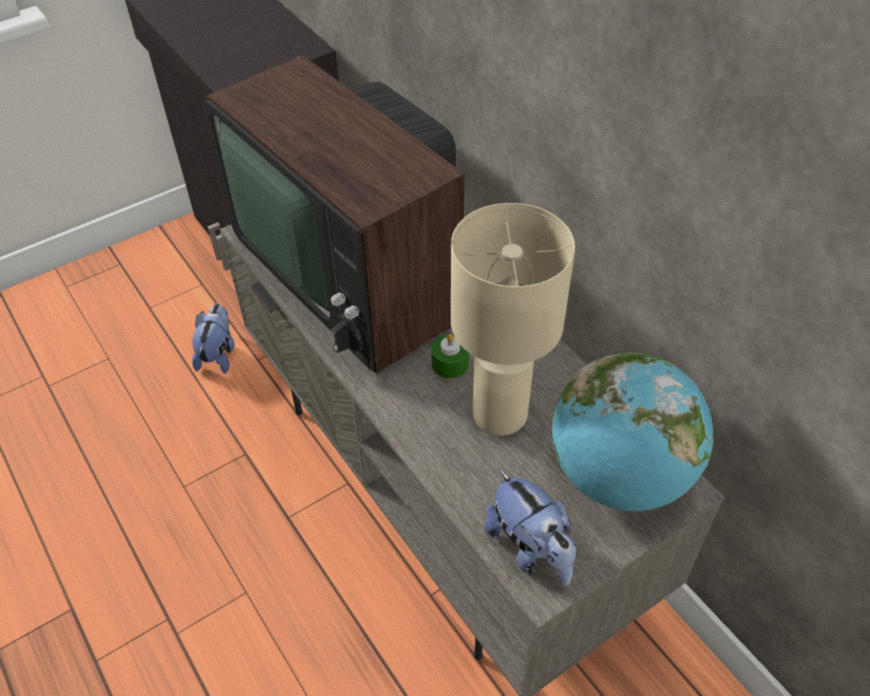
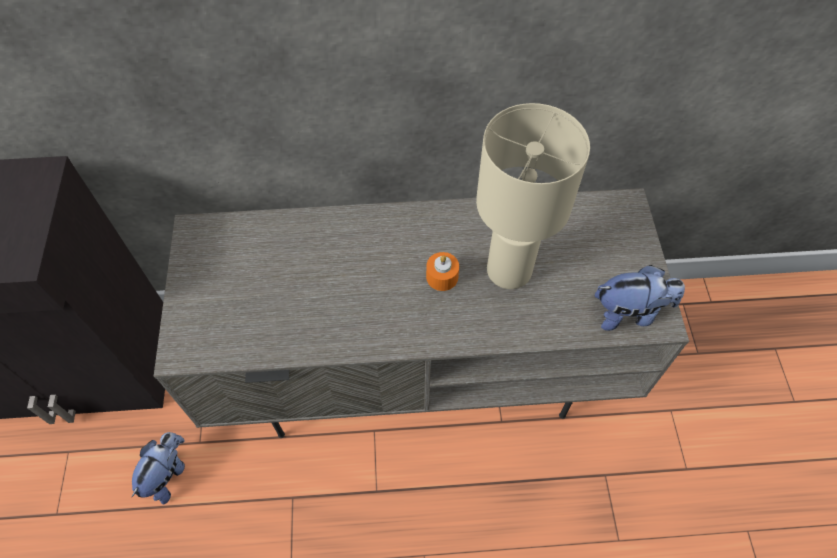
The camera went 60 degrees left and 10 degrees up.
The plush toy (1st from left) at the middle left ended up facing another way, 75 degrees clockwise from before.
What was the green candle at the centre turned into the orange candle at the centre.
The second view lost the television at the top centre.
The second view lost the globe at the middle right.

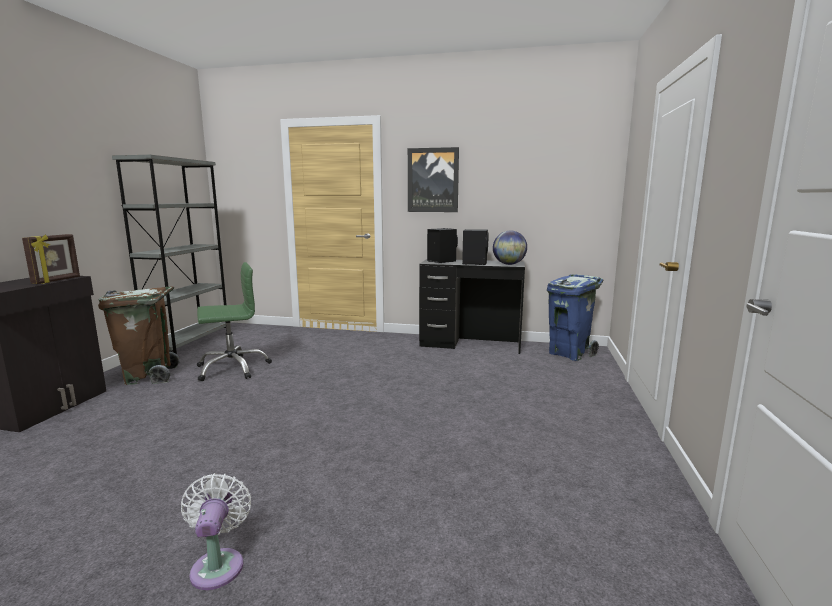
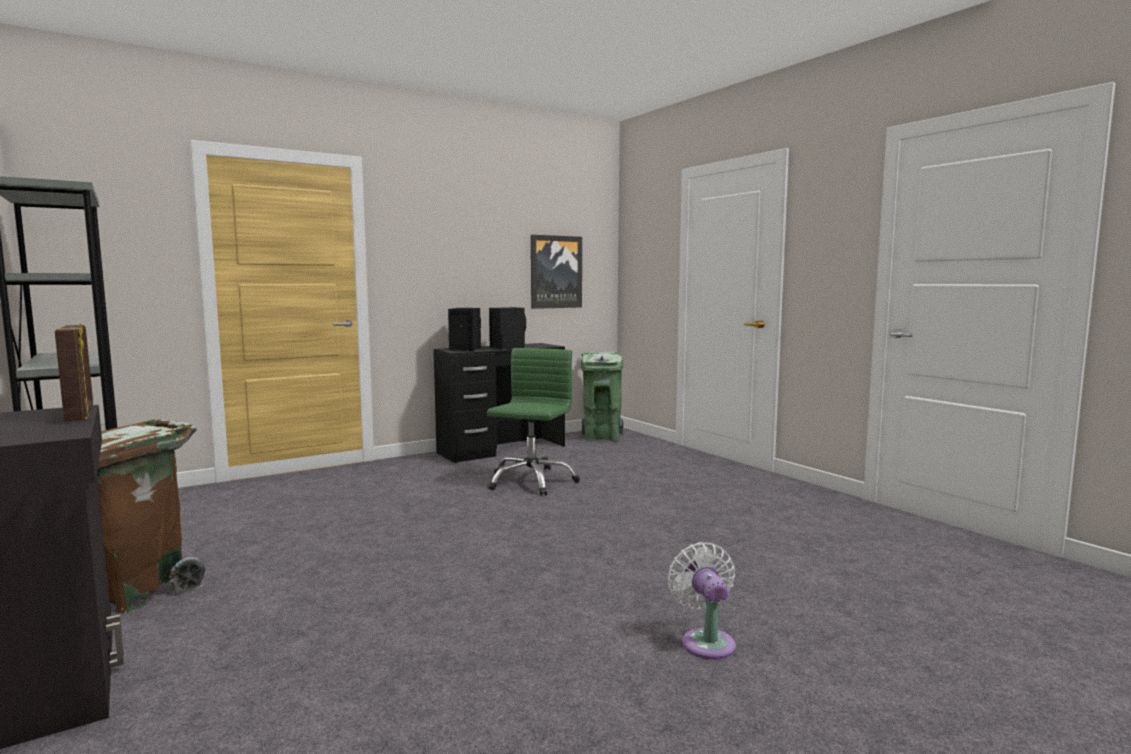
The camera went 45 degrees left and 5 degrees down.
The green office chair ended up elsewhere, having gone from the middle left to the centre.
The picture ended up elsewhere, having gone from the top centre to the centre.
What was the blue trash can at the middle right turned into the green trash can at the centre.
The white fan at the bottom left ended up facing another way, 45 degrees clockwise from before.
The second view lost the globe at the centre.

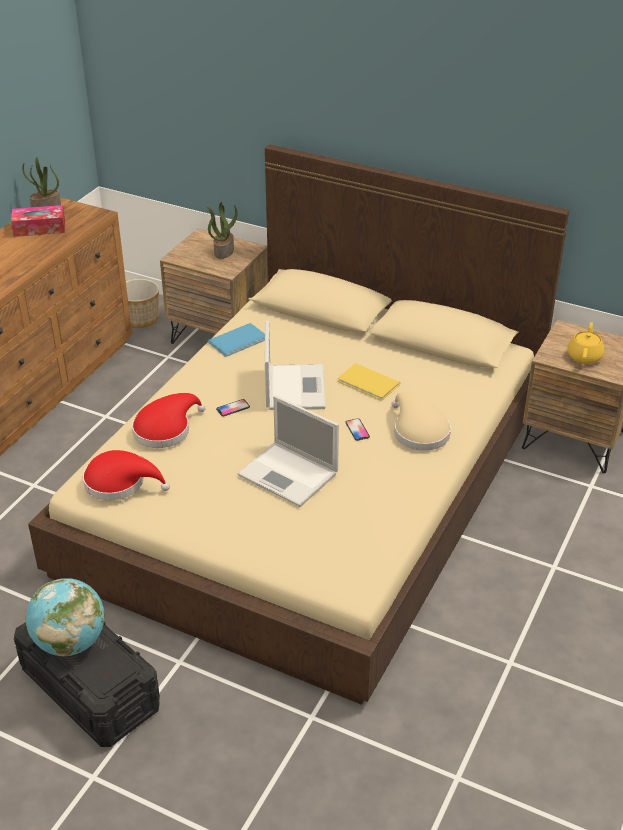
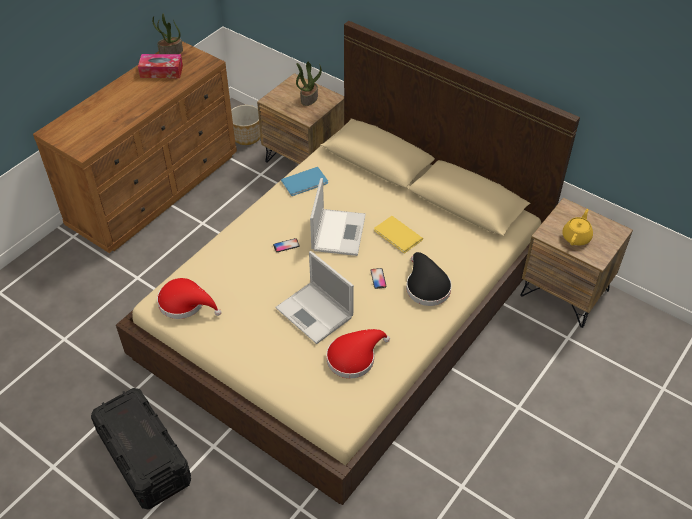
The camera went 10 degrees right and 10 degrees up.
The red hat (2nd from left) ended up elsewhere, having gone from the middle left to the bottom centre.
What was the beige hat at the middle right turned into the black hat at the centre.
The second view lost the globe at the bottom left.

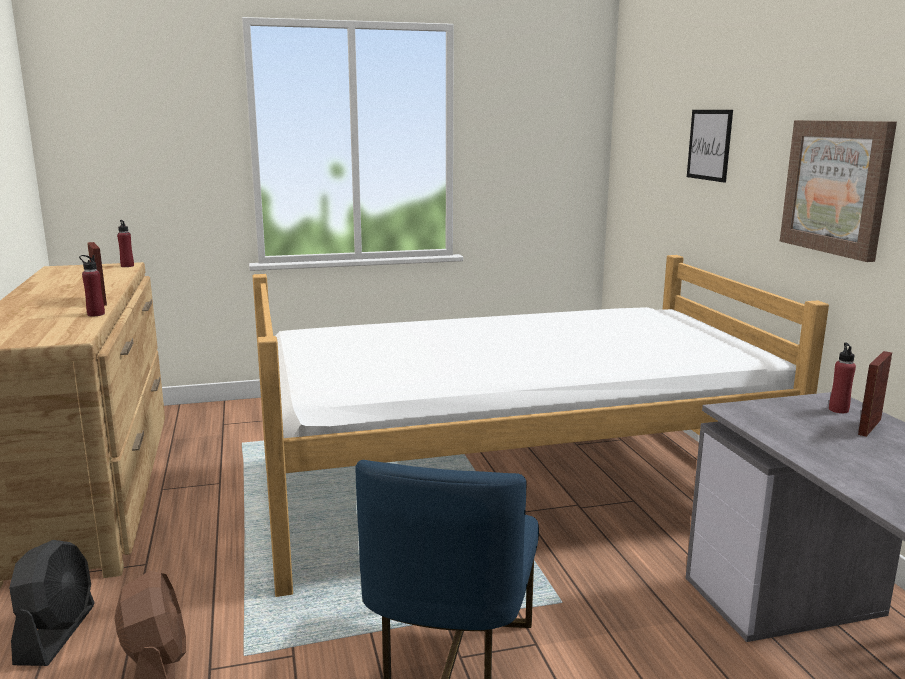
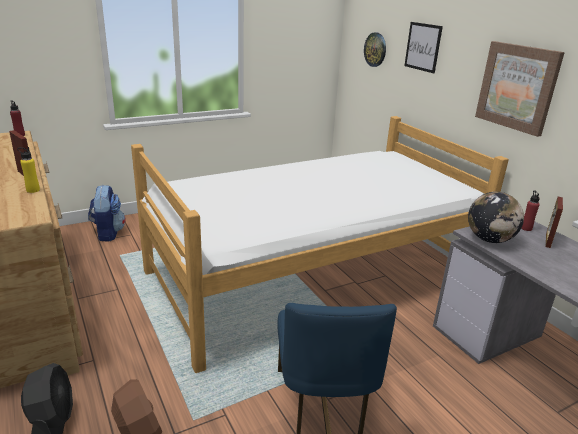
The camera went 15 degrees left and 10 degrees up.
What was the red bottle (1st from left) at the middle left turned into the yellow bottle at the middle left.
The second view gained the backpack at the middle left.
The second view gained the wall clock at the top centre.
The second view gained the globe at the middle right.

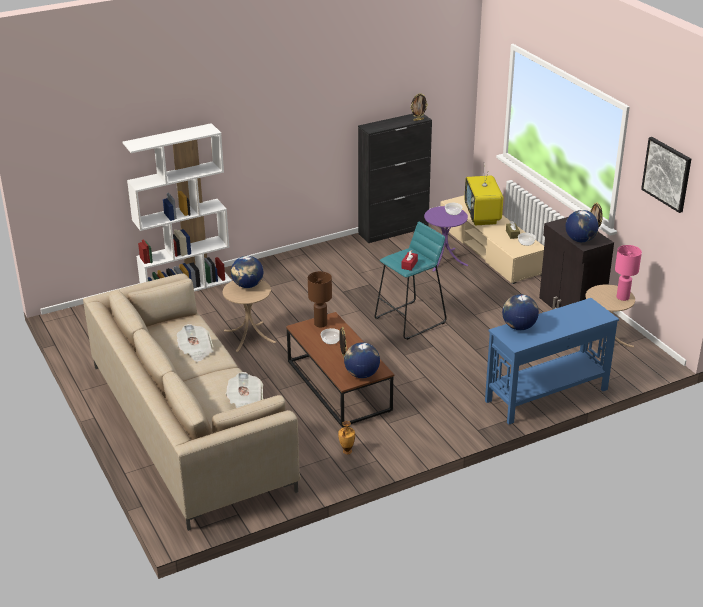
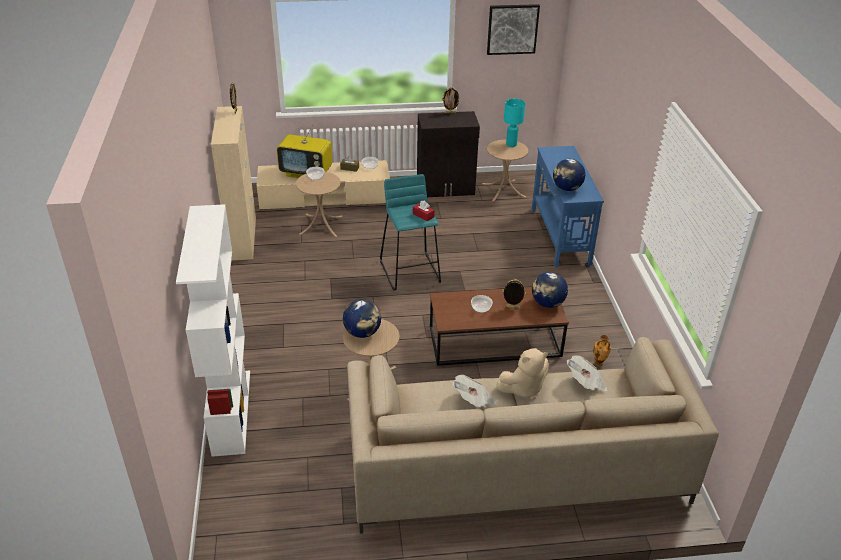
The camera went 70 degrees left and 5 degrees up.
What was the black cabinet (1st from left) at the top centre turned into the beige cabinet at the top left.
What was the purple side table at the centre turned into the beige side table (1st from left) at the centre.
The second view gained the beige plush toy at the bottom centre.
What was the pink table lamp at the middle right turned into the turquoise table lamp at the top centre.
The second view lost the brown table lamp at the centre.
The second view lost the globe (4th from left) at the middle right.

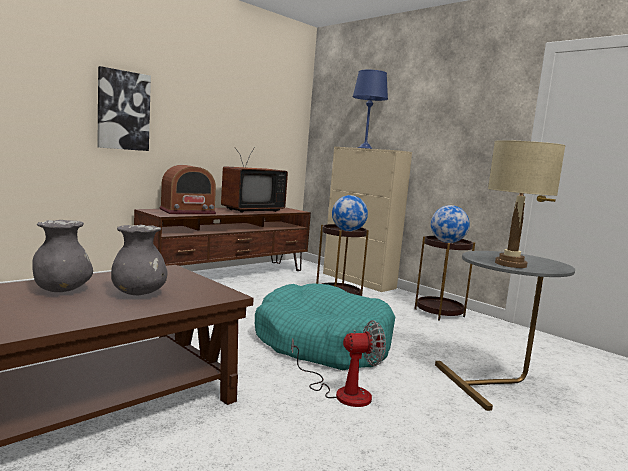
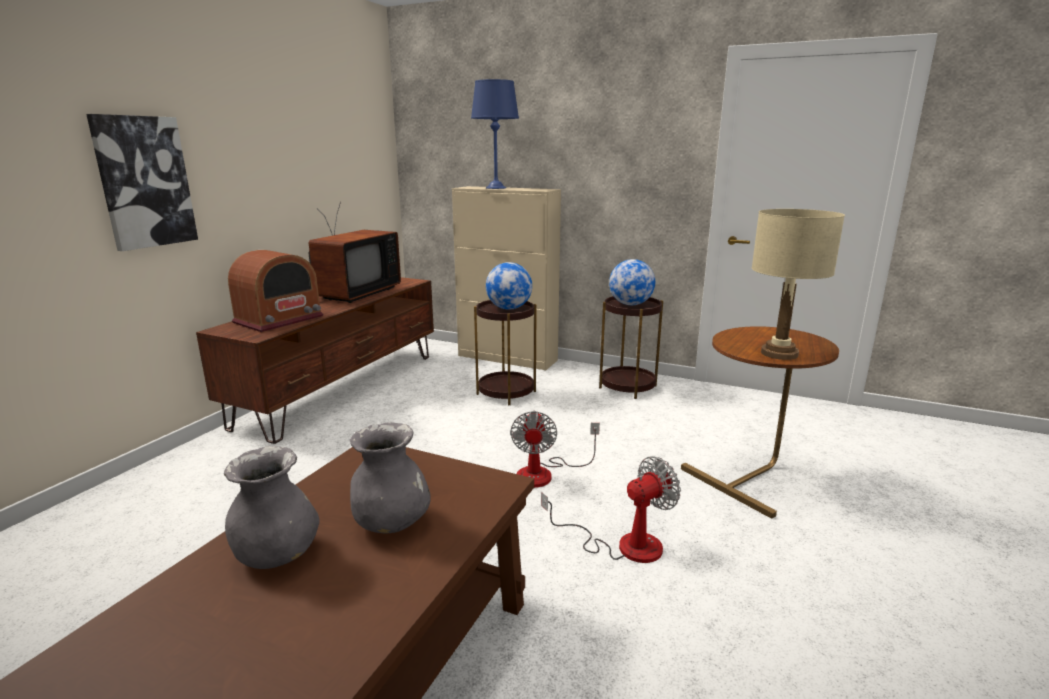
The camera went 20 degrees left and 10 degrees up.
Where the turquoise dog bed stood at the bottom centre, the fan (1st from left) came to stand at the centre.
What was the grey side table at the bottom right turned into the brown side table (3rd from left) at the middle right.

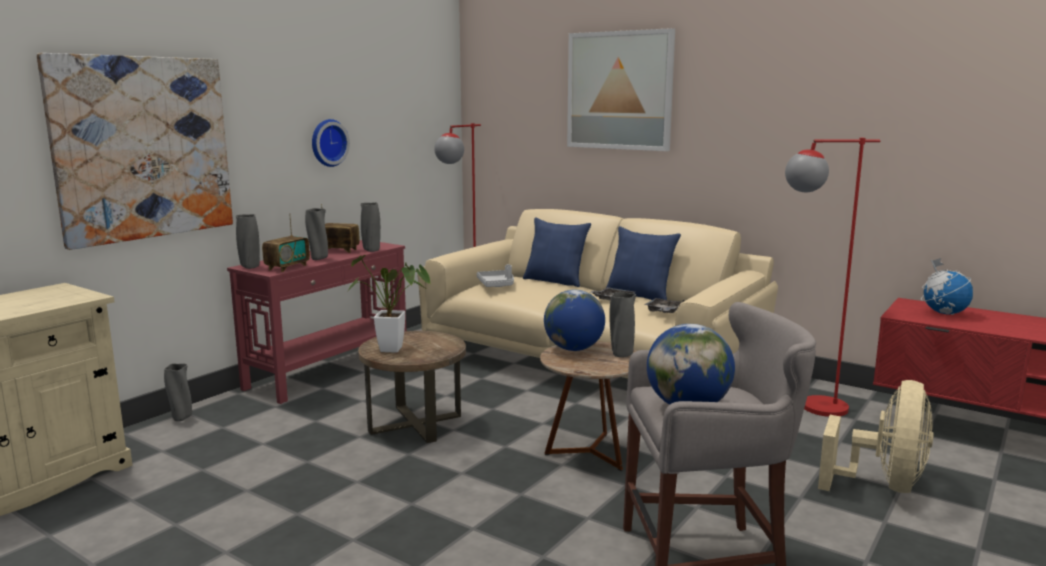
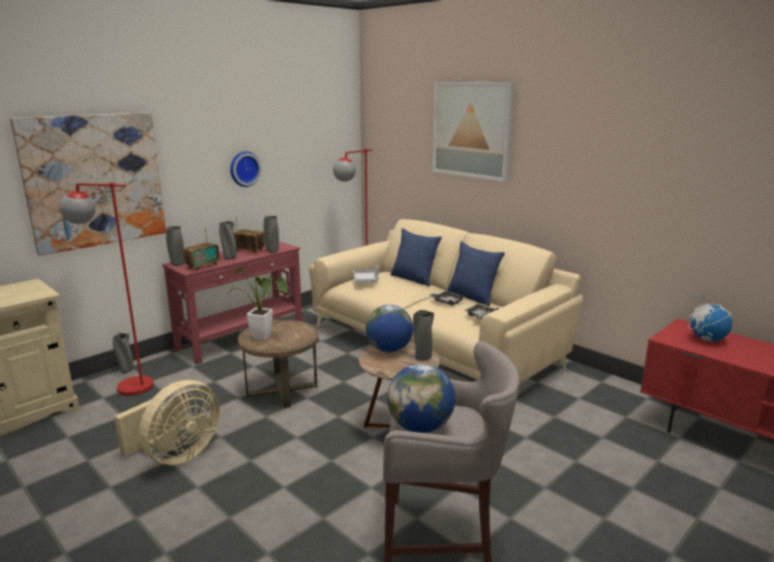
The camera went 10 degrees right and 5 degrees up.
The red floor lamp (2nd from left in the first image) ended up elsewhere, having gone from the middle right to the middle left.
The beige fan ended up elsewhere, having gone from the bottom right to the bottom left.

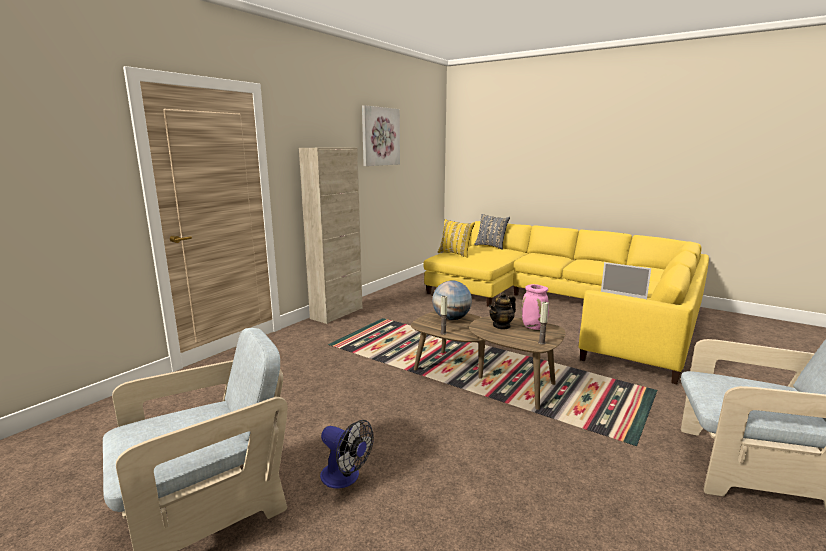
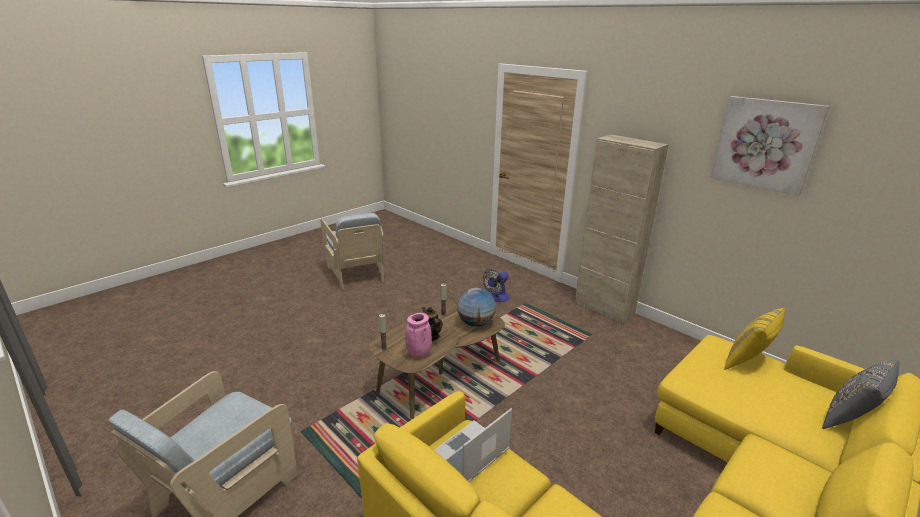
The camera went 100 degrees right and 10 degrees up.
The fan ended up elsewhere, having gone from the bottom centre to the centre.

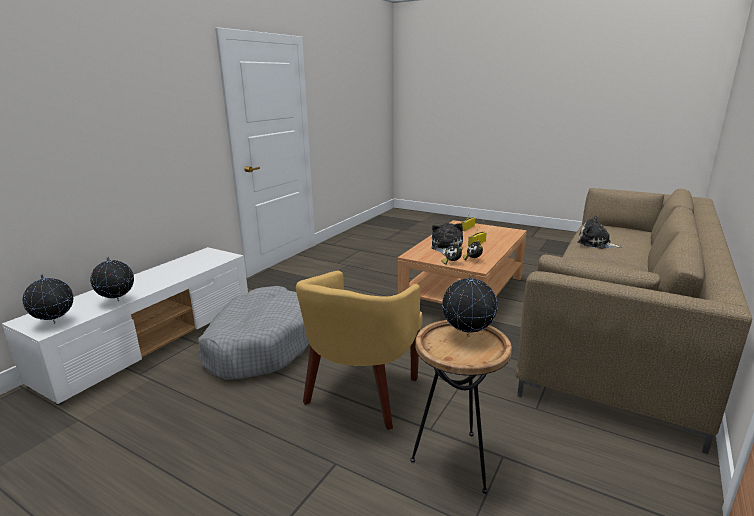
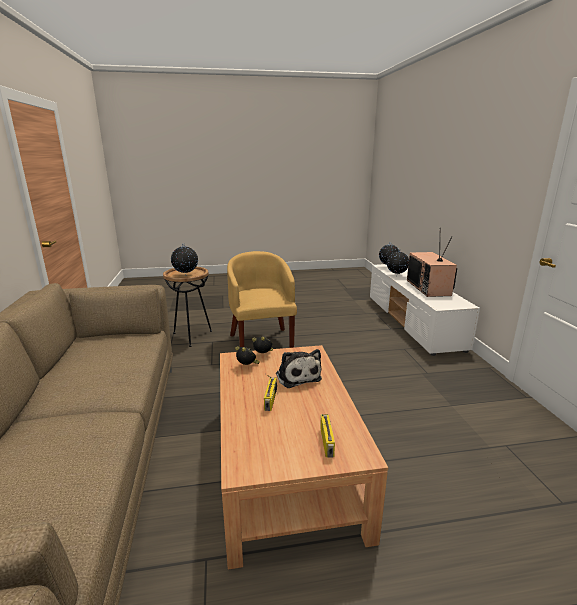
The camera went 140 degrees right and 0 degrees up.
The second view gained the television at the middle right.
The second view lost the grey dog bed at the centre.
The second view lost the plush toy (2nd from left) at the middle right.

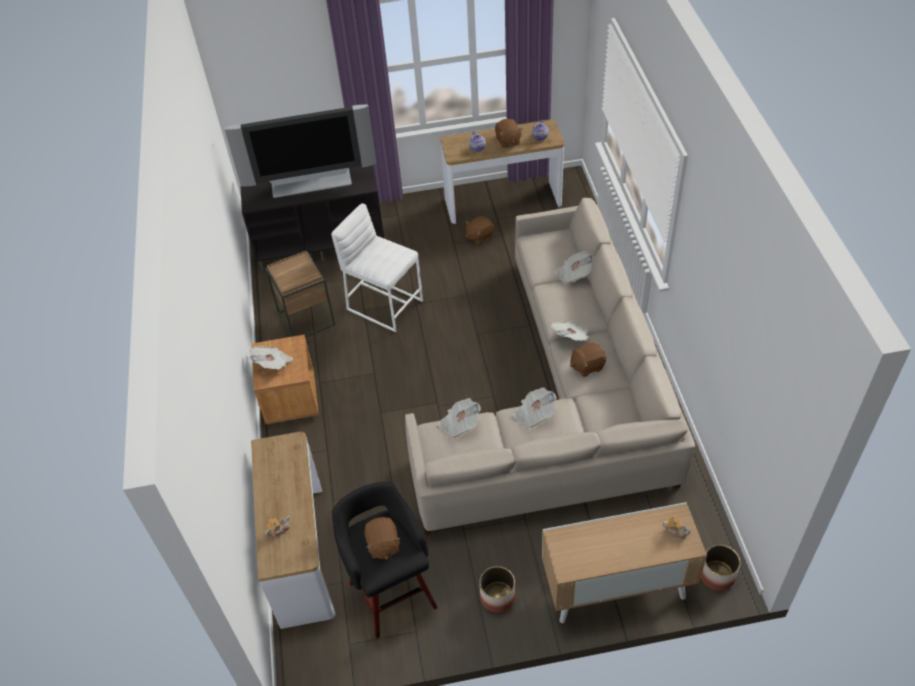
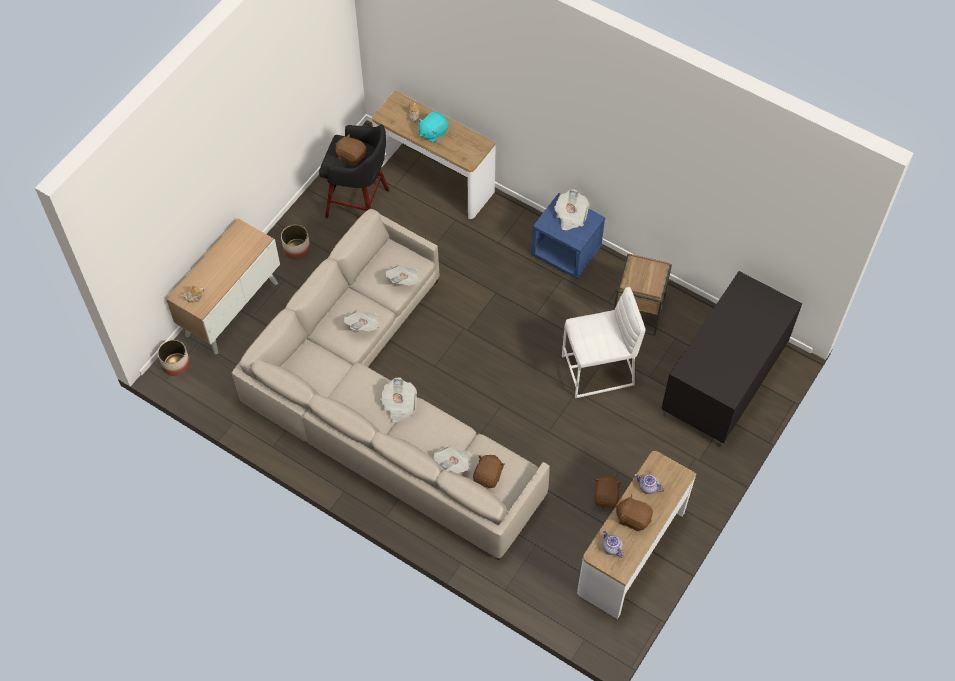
The camera went 130 degrees right and 10 degrees up.
The second view gained the turquoise plush toy at the top centre.
The brown plush toy (4th from left in the first image) ended up elsewhere, having gone from the centre to the bottom centre.
What was the brown nightstand at the middle left turned into the blue nightstand at the centre.
The second view lost the television at the top left.

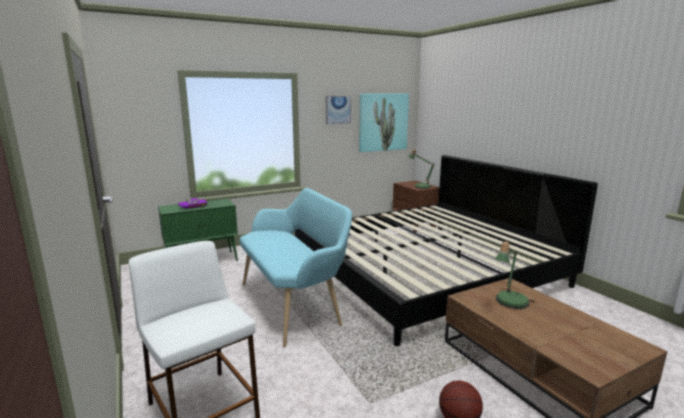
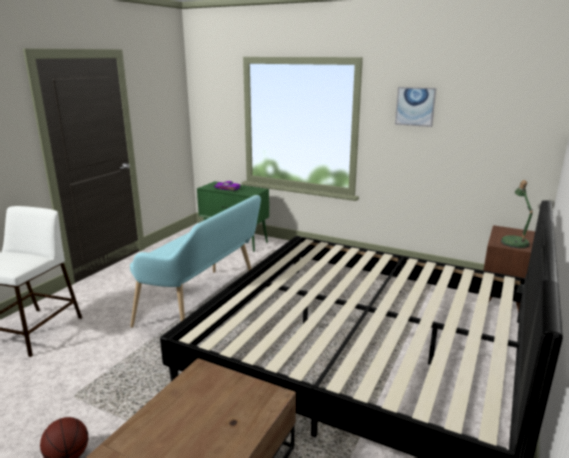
The camera went 55 degrees right and 5 degrees up.
The second view lost the picture (2nd from left) at the top centre.
The second view lost the table lamp (2nd from left) at the middle right.

